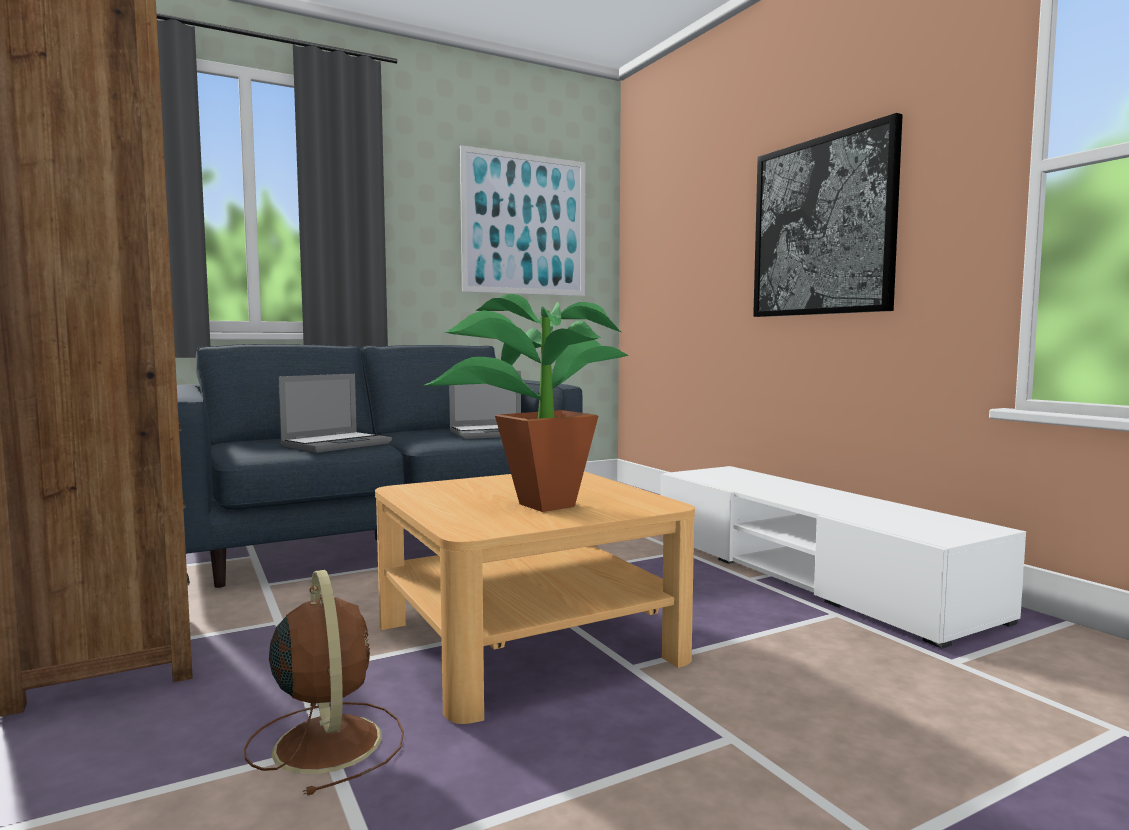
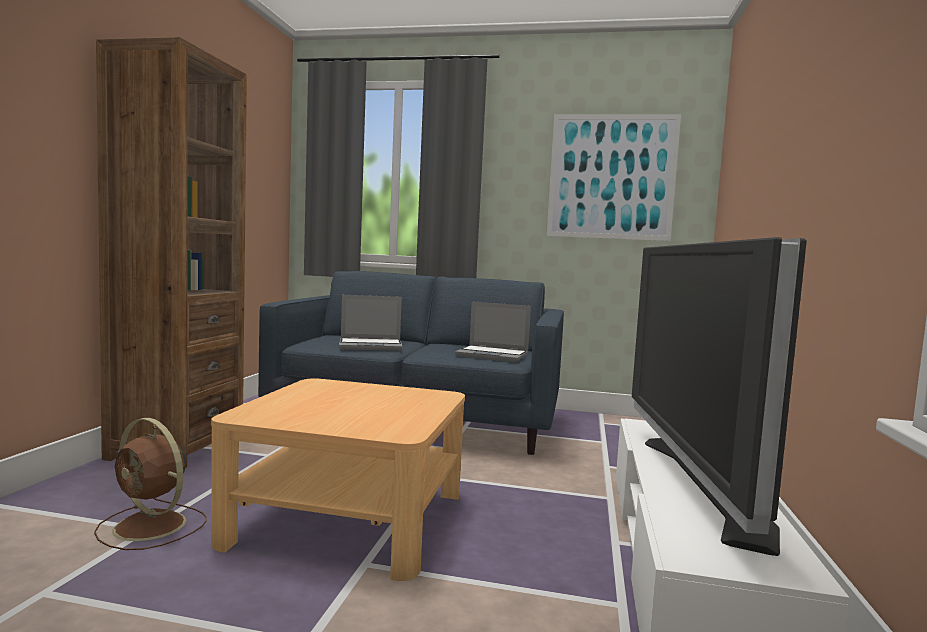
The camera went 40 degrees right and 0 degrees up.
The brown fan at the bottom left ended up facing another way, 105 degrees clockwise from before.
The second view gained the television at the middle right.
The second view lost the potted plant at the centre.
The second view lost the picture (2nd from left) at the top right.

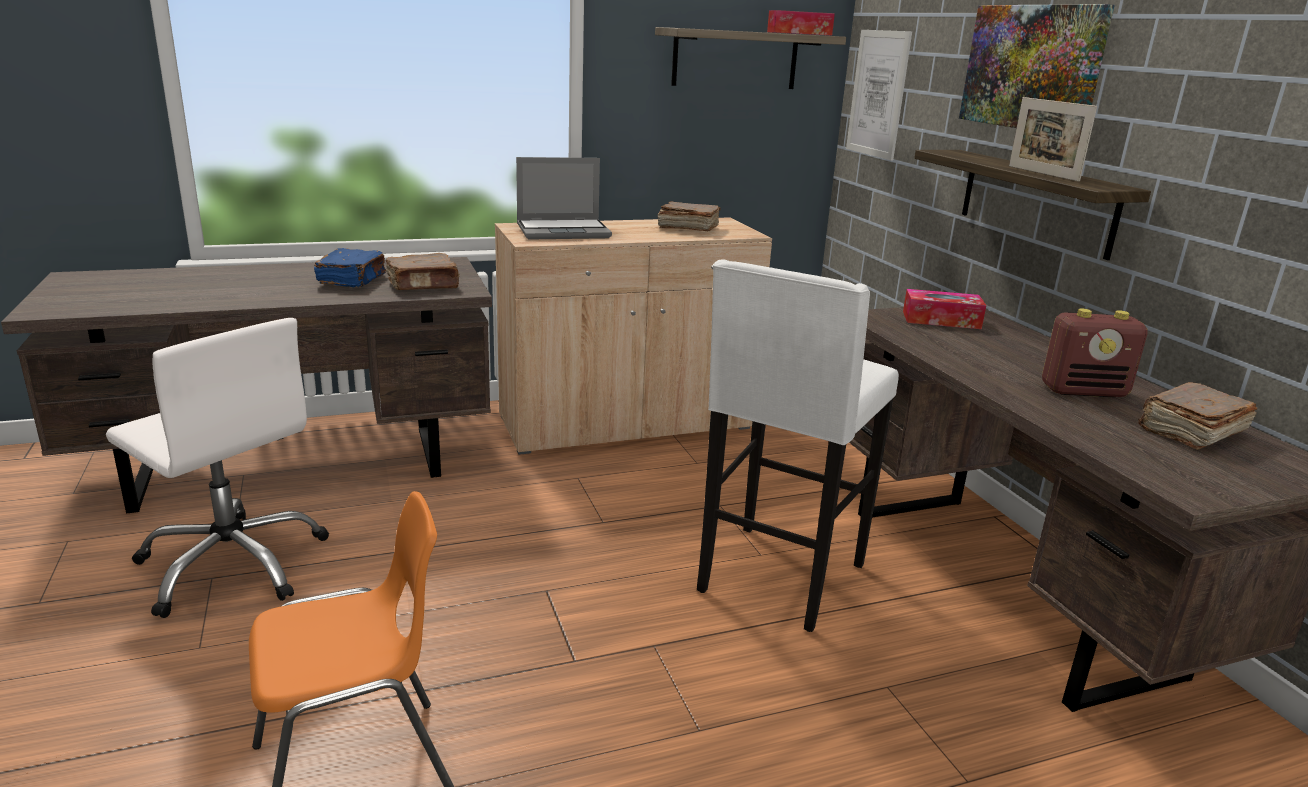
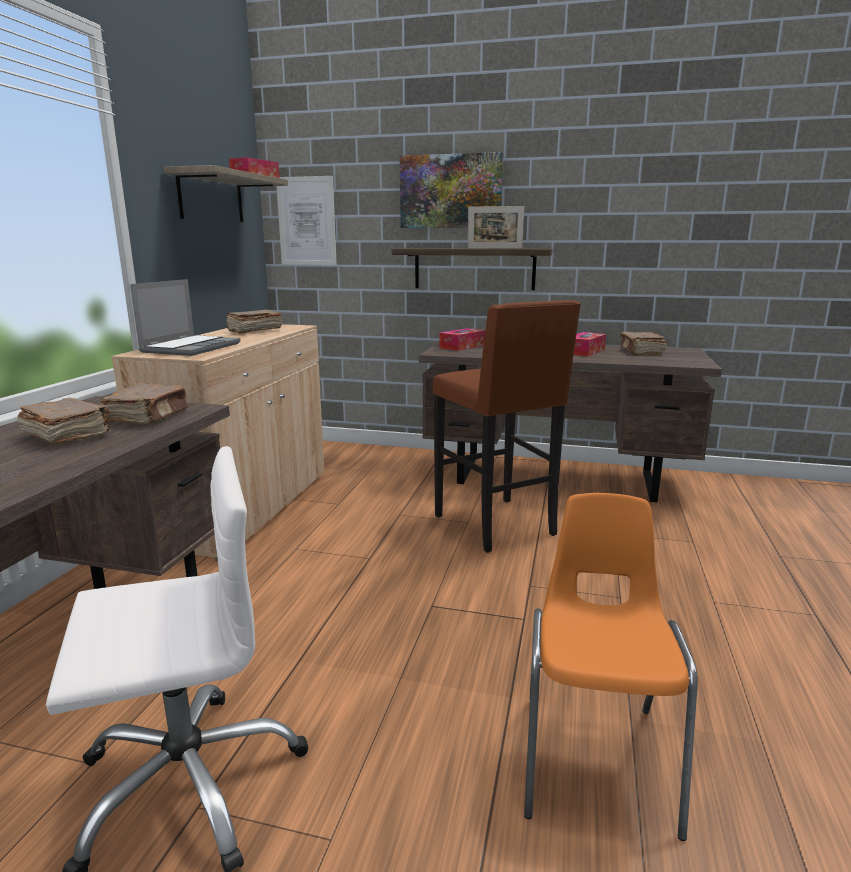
The camera went 55 degrees left and 5 degrees down.
What was the blue book at the middle left turned into the brown book (1st from left) at the middle left.
What was the white stool at the centre turned into the brown stool at the centre.
Where the radio stood at the middle right, the tissue box (3rd from left) came to stand at the middle right.

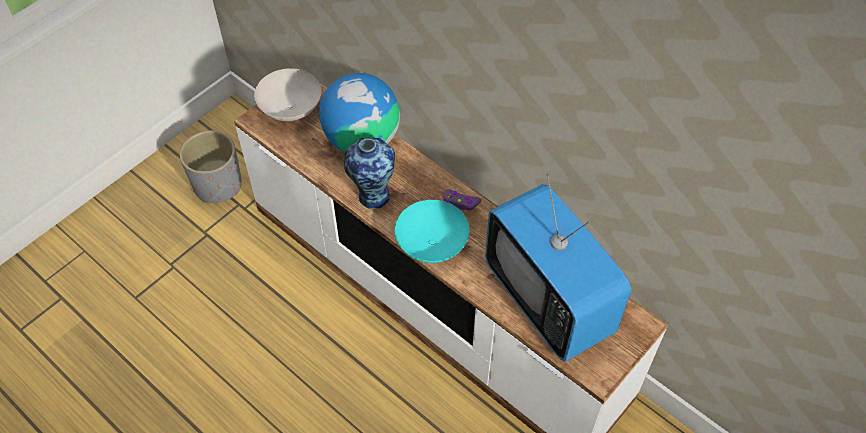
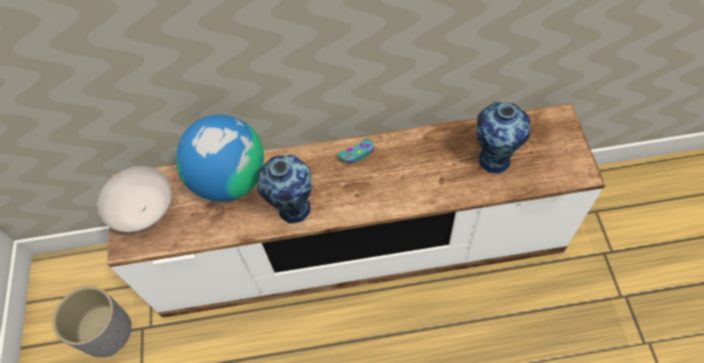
The camera went 45 degrees left and 5 degrees up.
What was the purple game controller at the centre turned into the turquoise game controller at the centre.
Where the television stood at the centre, the vase (2nd from left) came to stand at the middle right.
The second view lost the turquoise bowl at the centre.

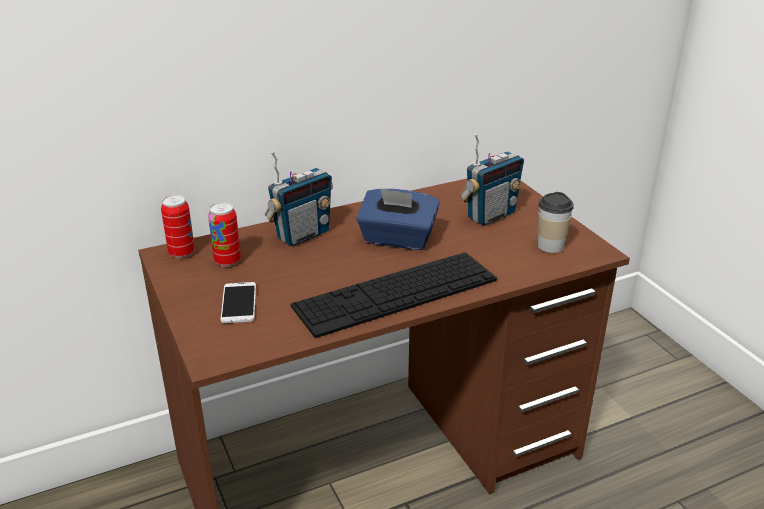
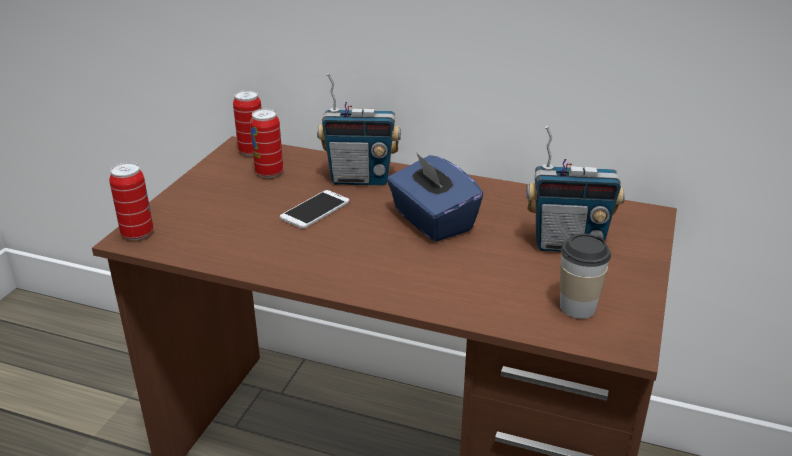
The camera went 45 degrees right and 0 degrees up.
The second view gained the can (1st from left) at the middle left.
The phone ended up elsewhere, having gone from the middle left to the centre.
The second view lost the keyboard at the centre.

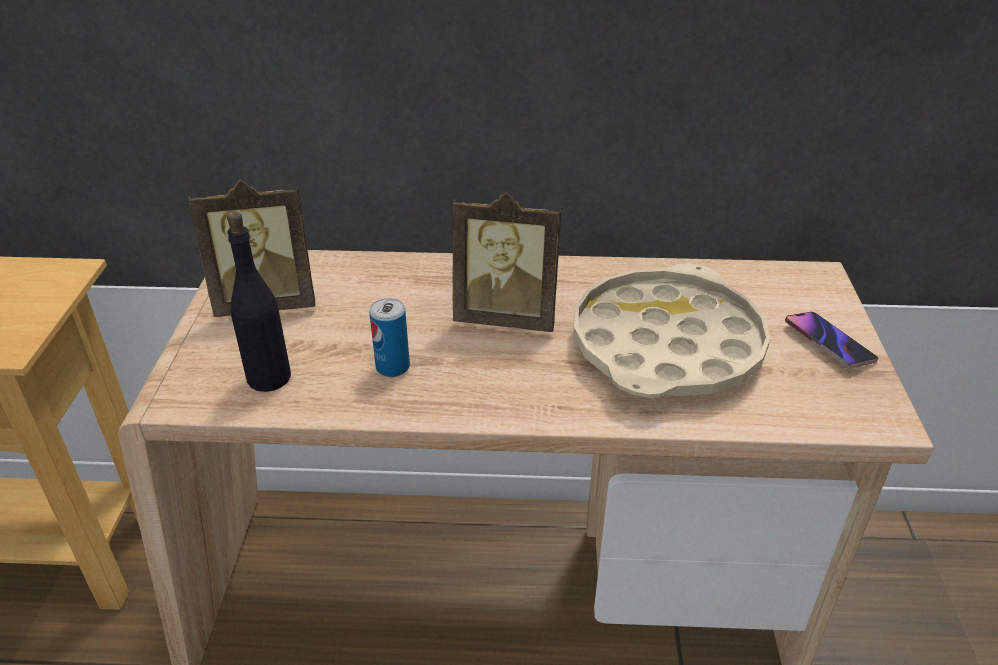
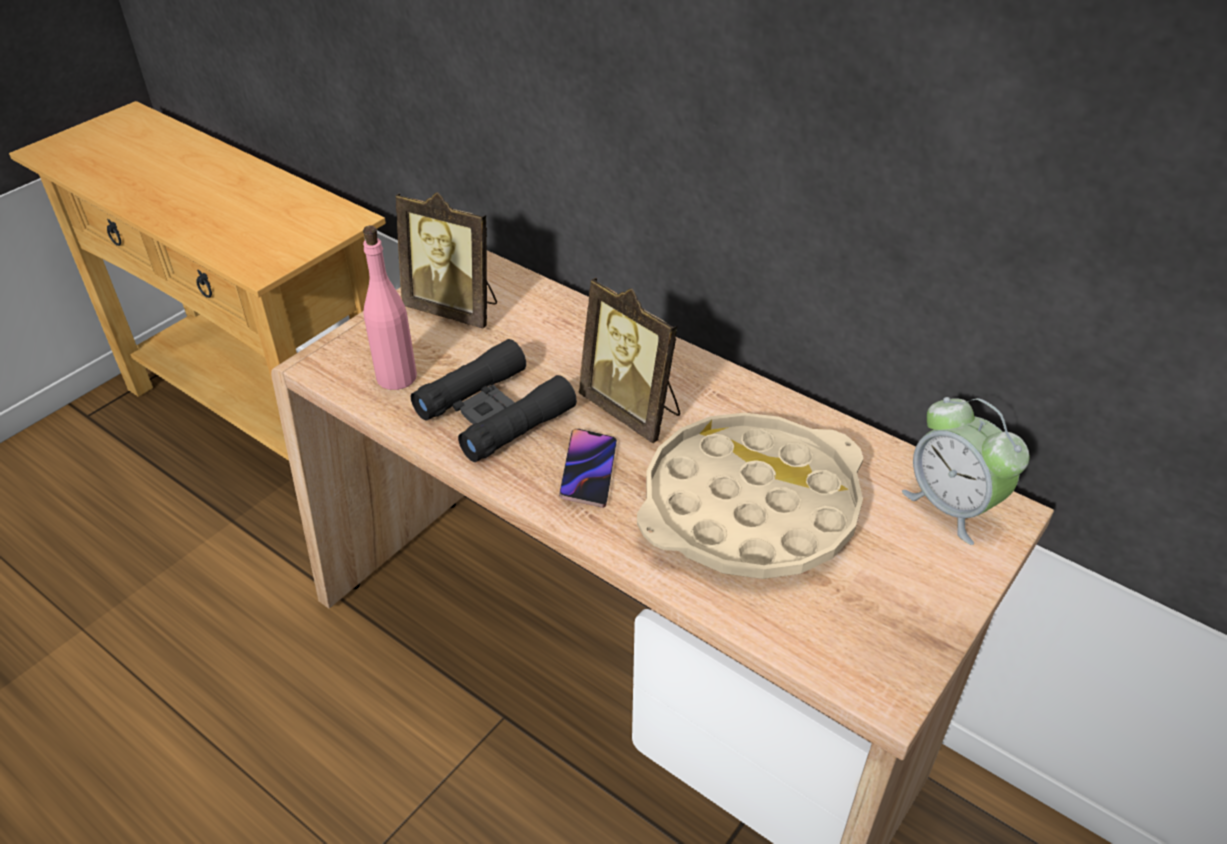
The camera went 35 degrees right and 5 degrees up.
What was the black bottle at the middle left turned into the pink bottle at the middle left.
Where the can stood at the centre, the black binoculars came to stand at the centre.
The phone ended up elsewhere, having gone from the middle right to the centre.
The second view gained the alarm clock at the middle right.

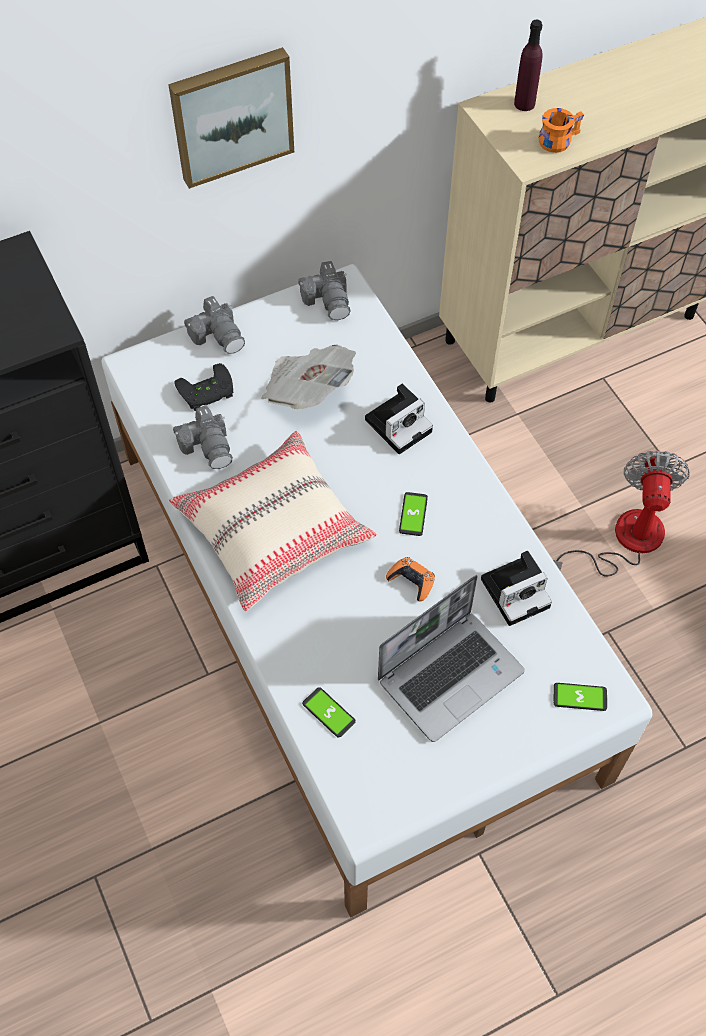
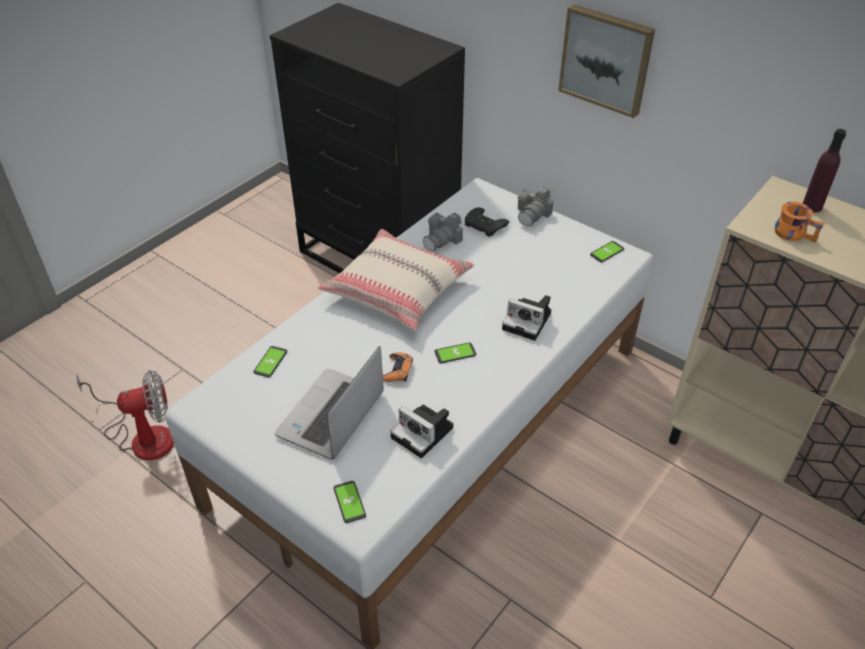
The camera went 65 degrees right and 15 degrees down.
The fan ended up elsewhere, having gone from the middle right to the middle left.
The laptop at the centre ended up facing another way, 90 degrees clockwise from before.
Where the photo camera (3rd from left) stood at the top centre, the phone (4th from left) came to stand at the middle right.
The second view lost the newspaper at the centre.

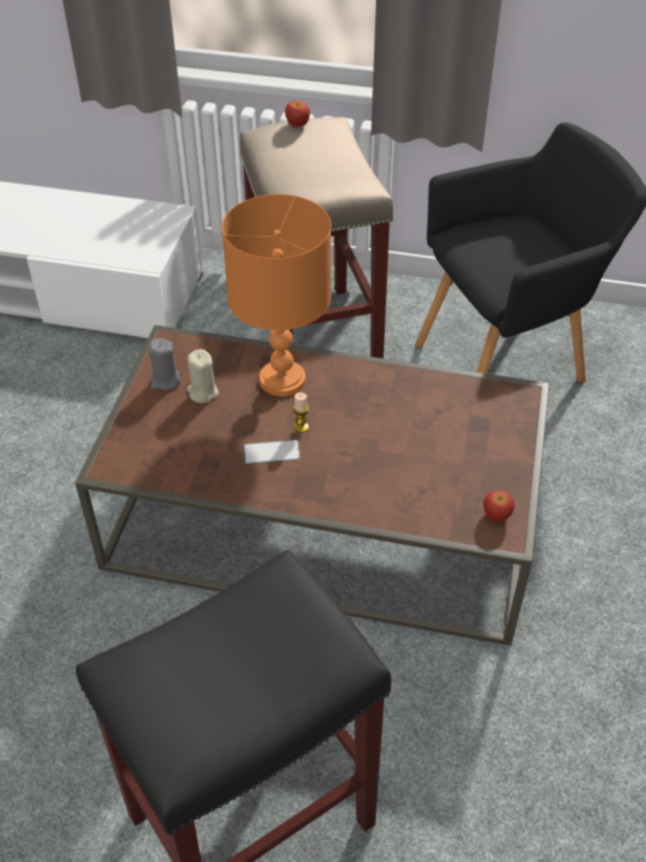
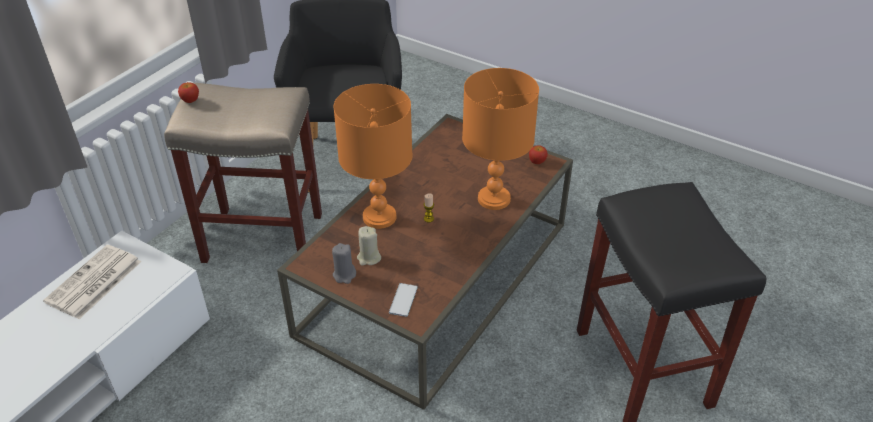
The camera went 70 degrees left and 5 degrees down.
The second view gained the newspaper at the bottom left.
The phone ended up elsewhere, having gone from the centre to the bottom centre.
The second view gained the orange table lamp (2nd from left) at the top centre.

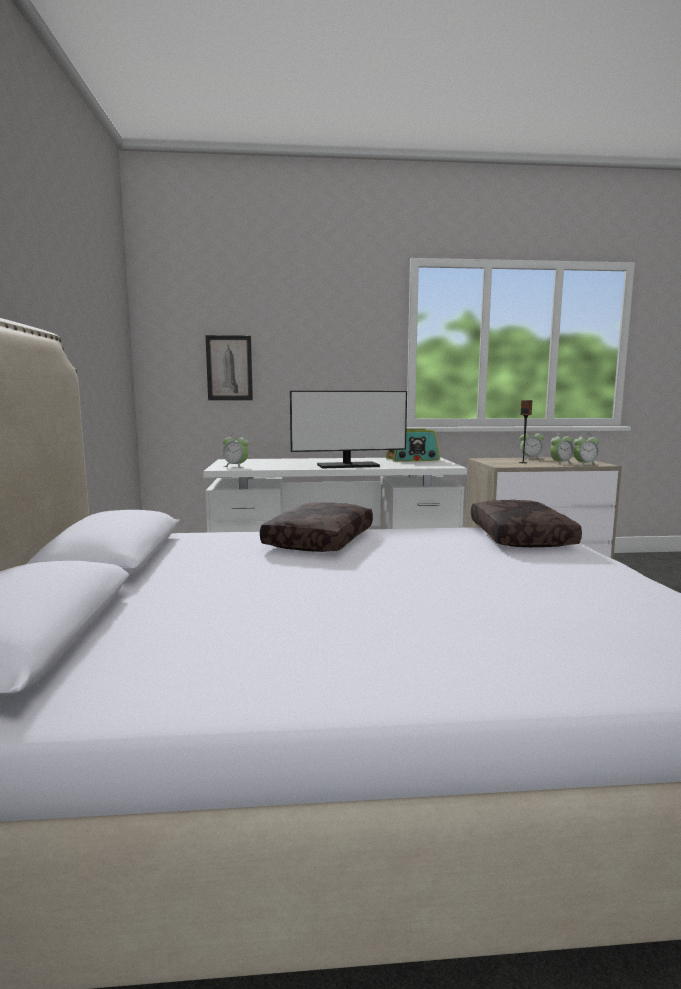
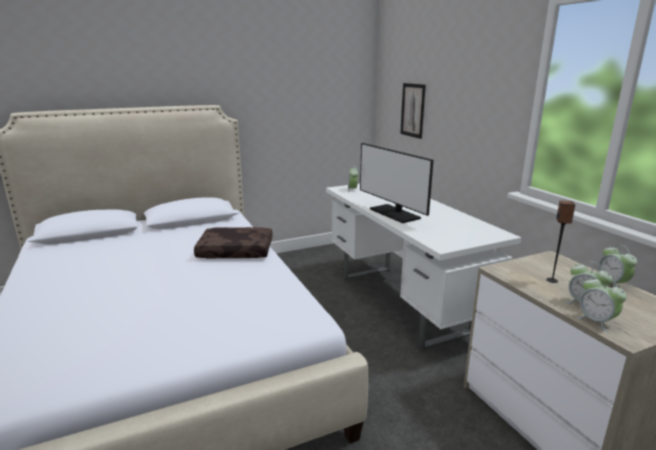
The camera went 70 degrees right and 10 degrees up.
The second view lost the radio at the centre.
The second view lost the brown pillow (2nd from left) at the middle right.

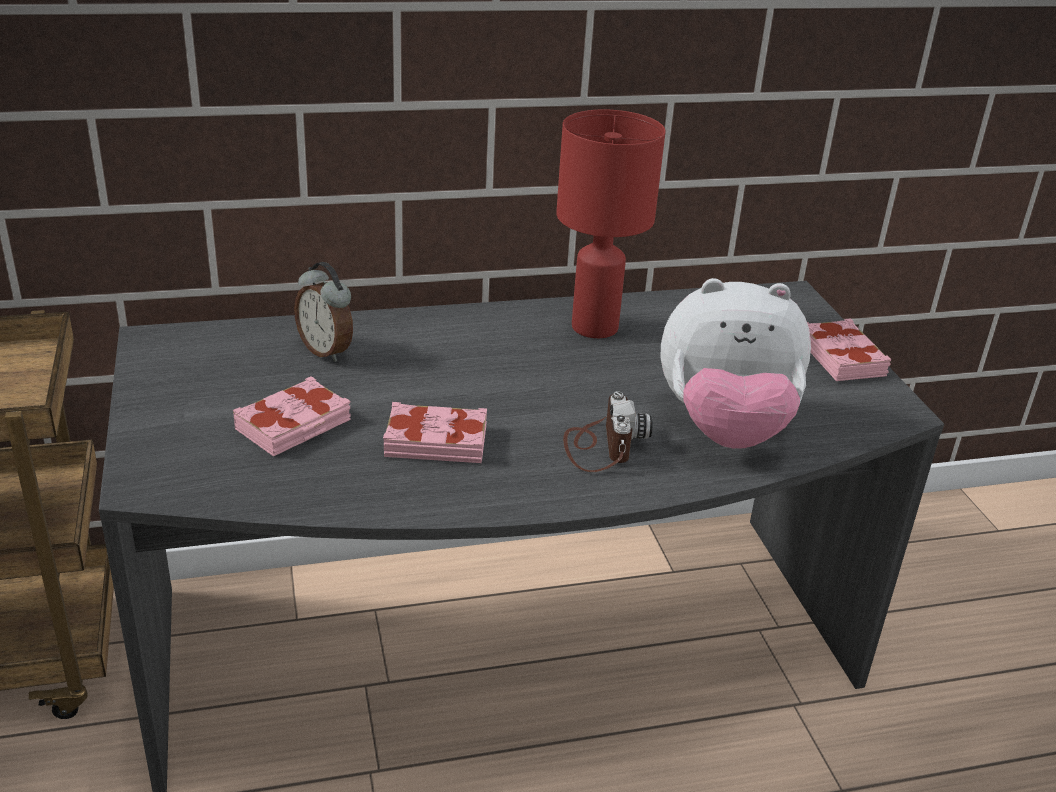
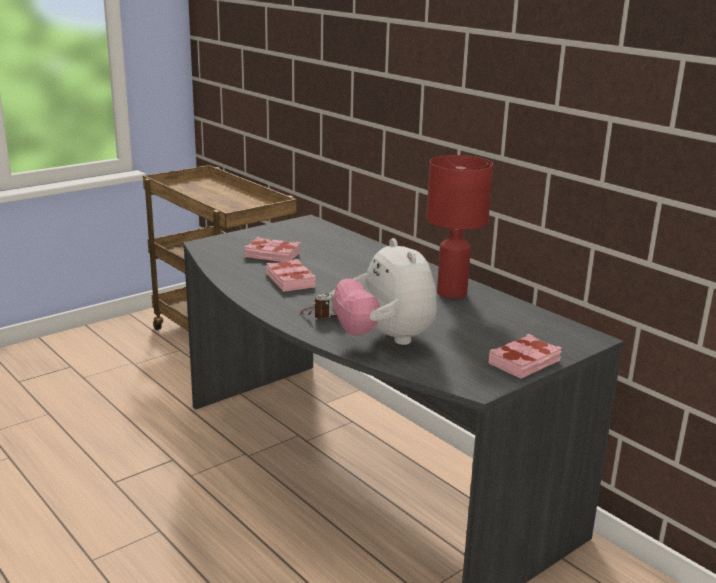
The camera went 65 degrees right and 10 degrees down.
The second view lost the alarm clock at the middle left.

